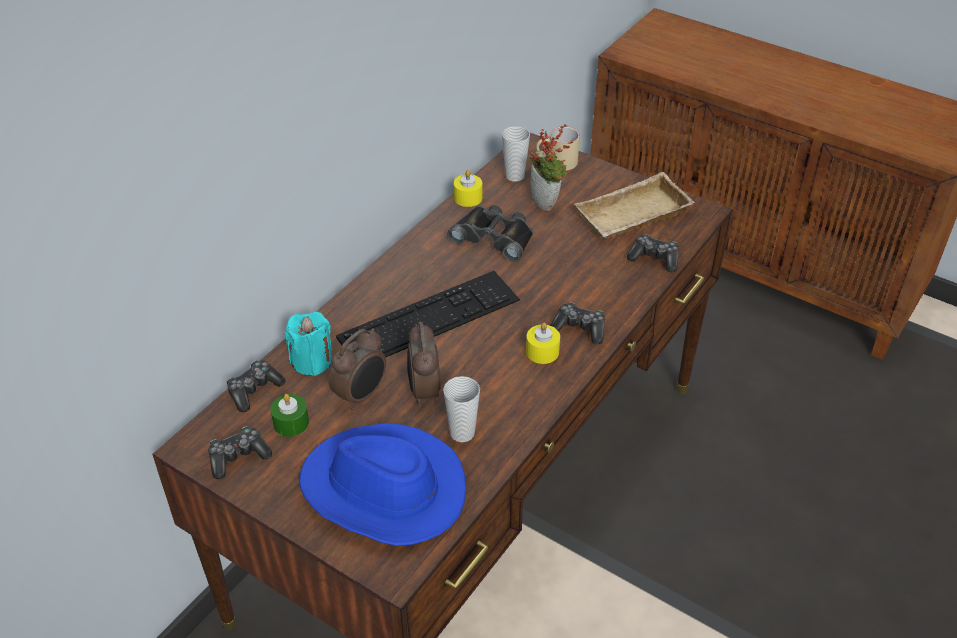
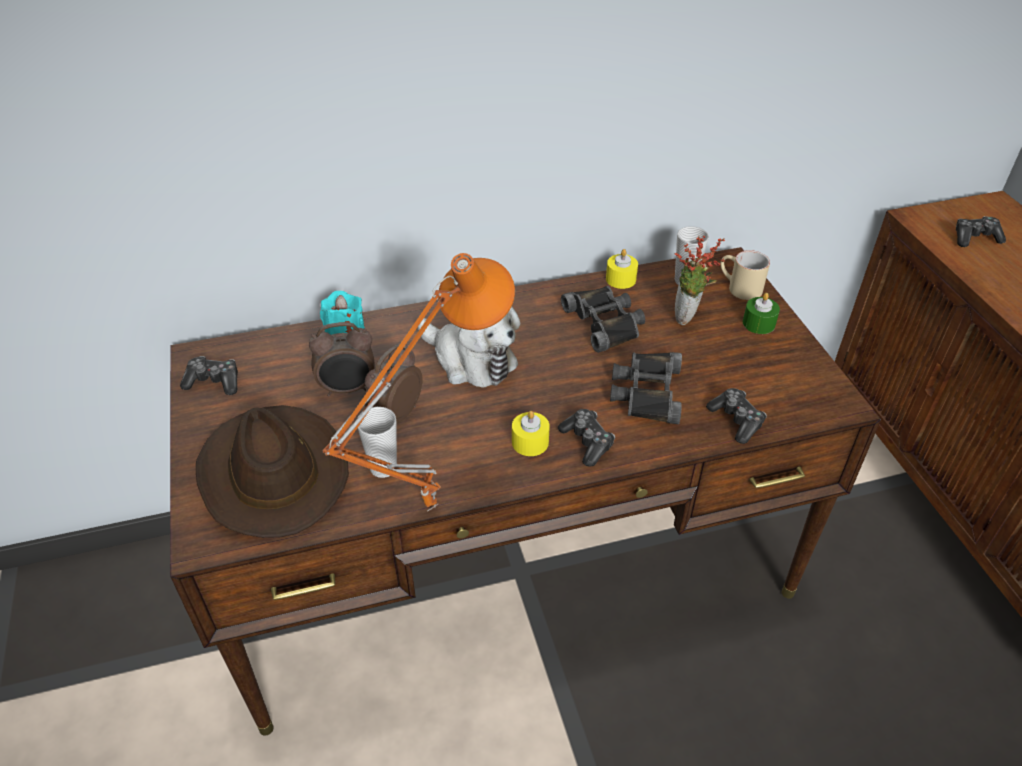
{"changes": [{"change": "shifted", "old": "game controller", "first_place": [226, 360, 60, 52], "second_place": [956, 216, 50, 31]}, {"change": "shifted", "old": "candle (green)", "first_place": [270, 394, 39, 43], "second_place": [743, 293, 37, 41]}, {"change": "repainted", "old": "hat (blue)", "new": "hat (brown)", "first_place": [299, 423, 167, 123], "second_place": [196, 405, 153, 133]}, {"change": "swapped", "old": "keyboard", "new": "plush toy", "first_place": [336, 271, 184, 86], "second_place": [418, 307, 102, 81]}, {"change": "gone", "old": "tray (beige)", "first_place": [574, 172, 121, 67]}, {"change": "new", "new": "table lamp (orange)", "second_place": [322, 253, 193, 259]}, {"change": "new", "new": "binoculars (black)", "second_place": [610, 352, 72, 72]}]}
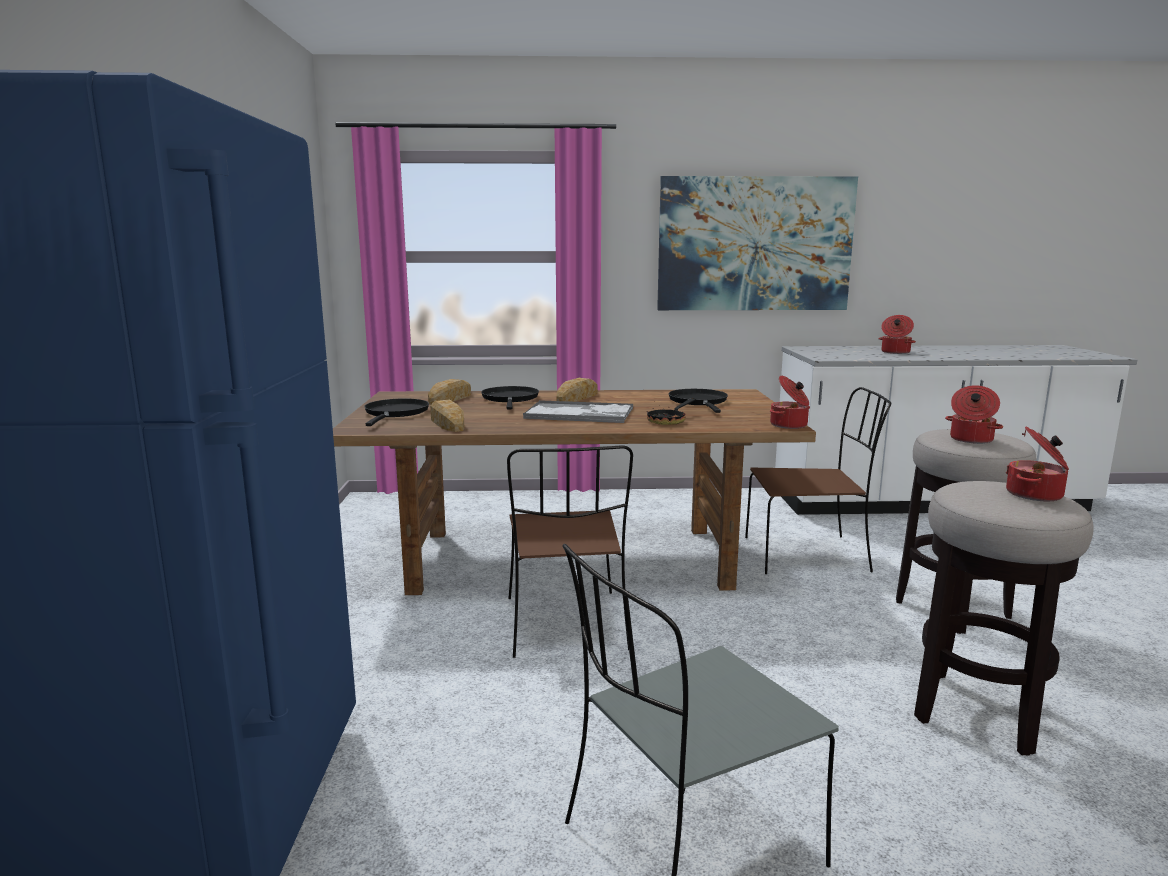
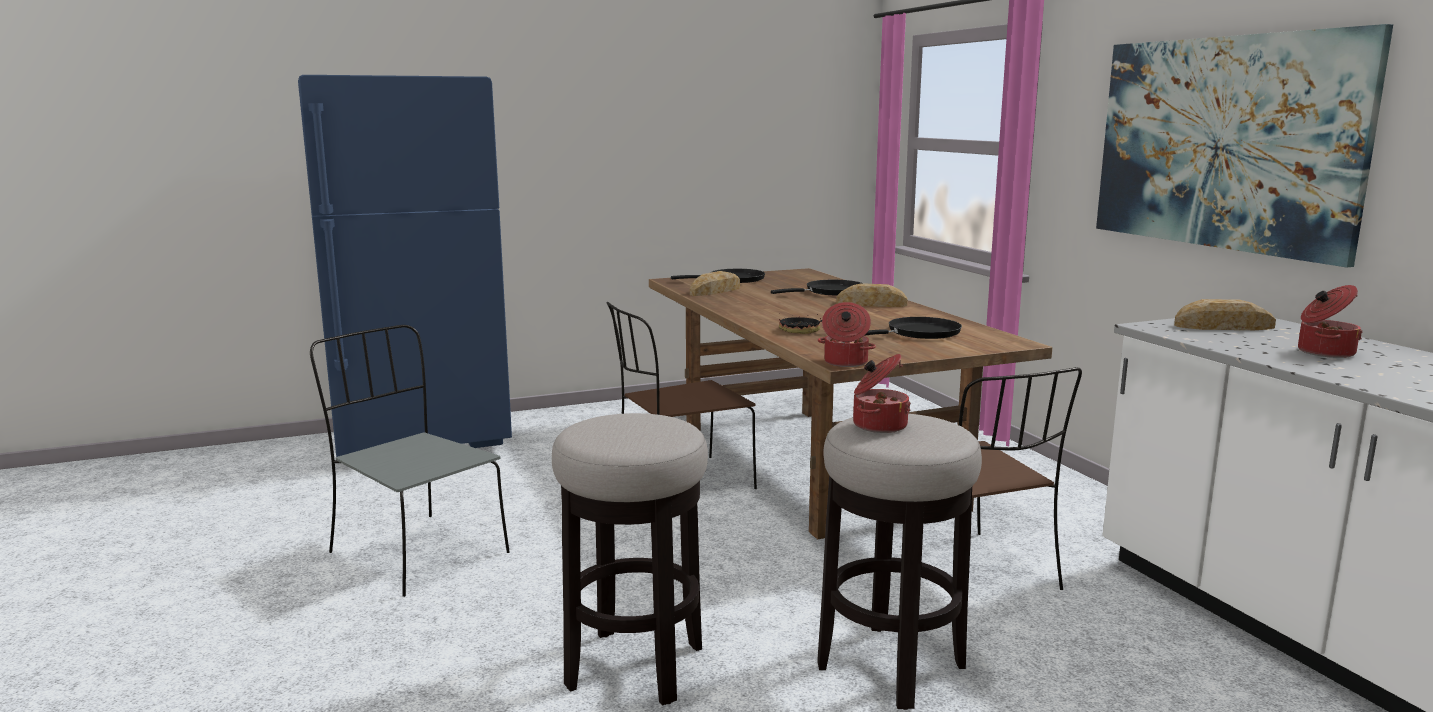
{"changes": [{"change": "shifted", "old": "bread", "first_place": [428, 379, 43, 26], "second_place": [1174, 299, 102, 31]}, {"change": "gone", "old": "tray", "first_place": [523, 400, 110, 23]}, {"change": "gone", "old": "cooking pot", "first_place": [1006, 427, 63, 74]}]}
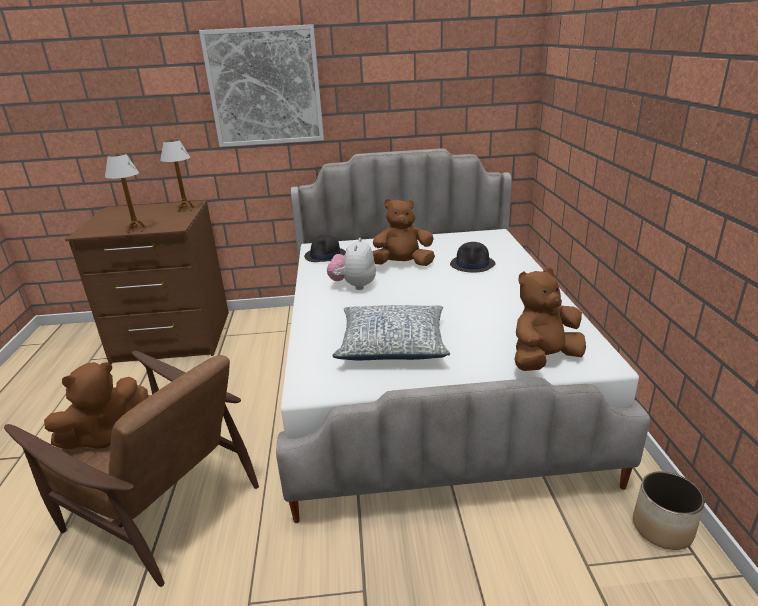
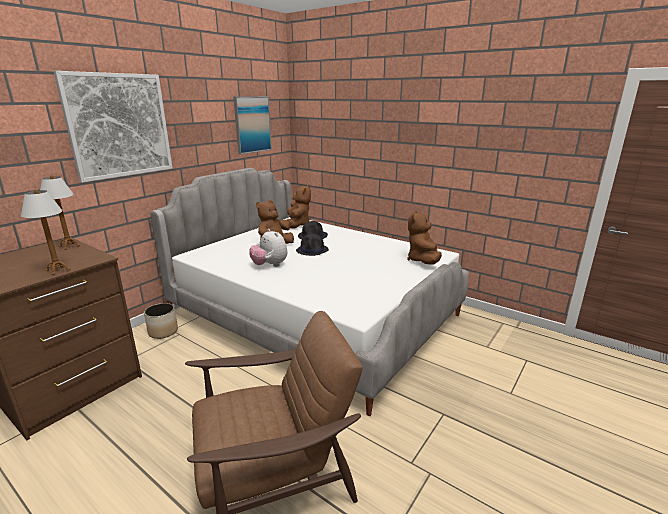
{"changes": [{"change": "shifted", "old": "plush toy (brown)", "first_place": [44, 362, 104, 87], "second_place": [287, 185, 24, 44]}, {"change": "shifted", "old": "hat (black)", "first_place": [304, 235, 42, 27], "second_place": [296, 234, 33, 22]}, {"change": "gone", "old": "pillow", "first_place": [332, 305, 118, 55]}, {"change": "shifted", "old": "planter", "first_place": [633, 471, 72, 79], "second_place": [144, 303, 34, 36]}, {"change": "new", "new": "picture", "second_place": [233, 96, 39, 58]}]}
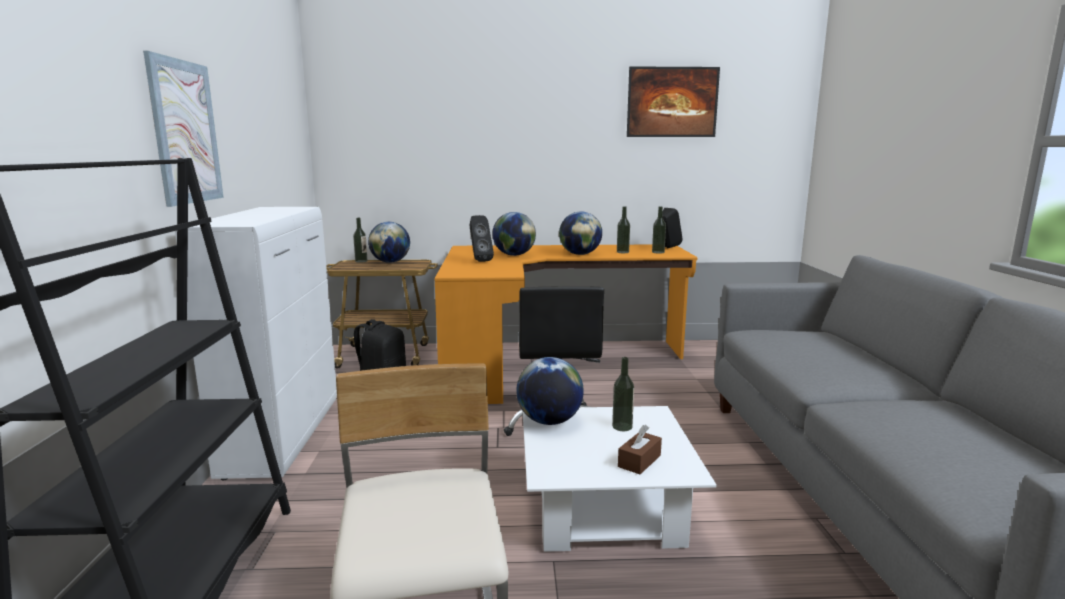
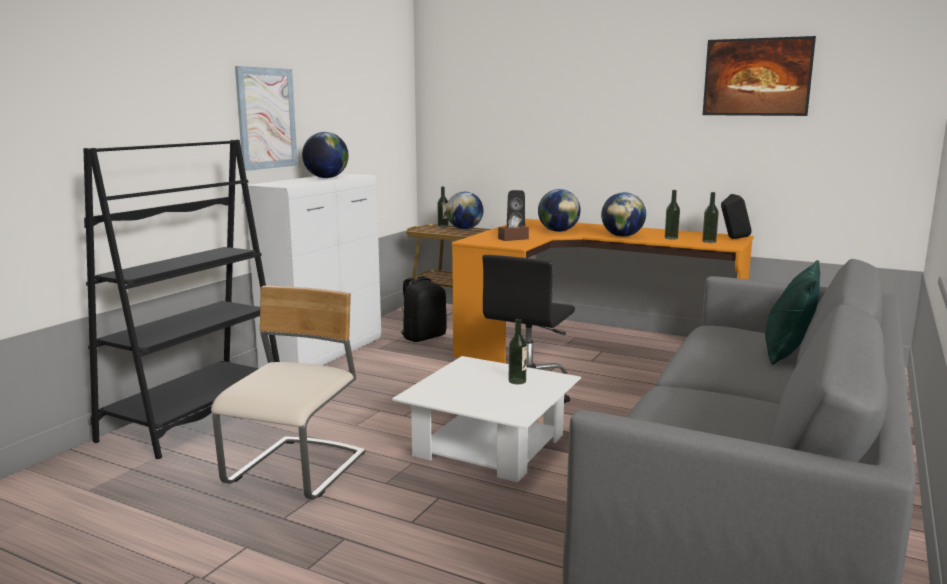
{"changes": [{"change": "shifted", "old": "globe", "first_place": [516, 357, 68, 68], "second_place": [302, 132, 47, 46]}, {"change": "shifted", "old": "tissue box (brown)", "first_place": [618, 425, 44, 49], "second_place": [498, 216, 31, 25]}, {"change": "new", "new": "pillow (green)", "second_place": [765, 260, 55, 105]}]}
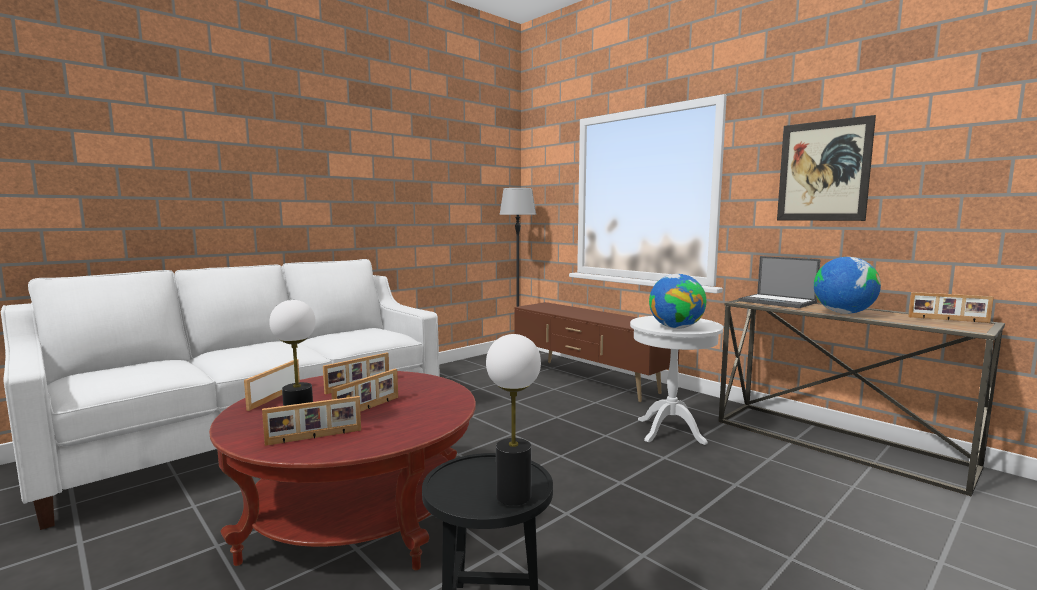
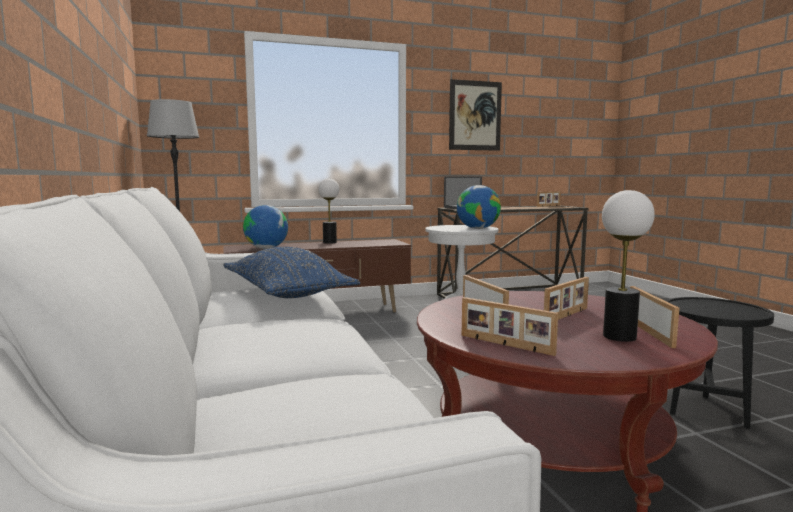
{"changes": [{"change": "rotated", "old": "picture frame", "first_place": [331, 369, 67, 43], "second_place": [544, 277, 45, 43], "degrees": 75}, {"change": "shifted", "old": "table lamp", "first_place": [486, 334, 55, 172], "second_place": [318, 178, 21, 66]}, {"change": "shifted", "old": "globe", "first_place": [814, 257, 67, 57], "second_place": [243, 205, 45, 44]}, {"change": "new", "new": "pillow (blue)", "second_place": [223, 247, 137, 51]}]}
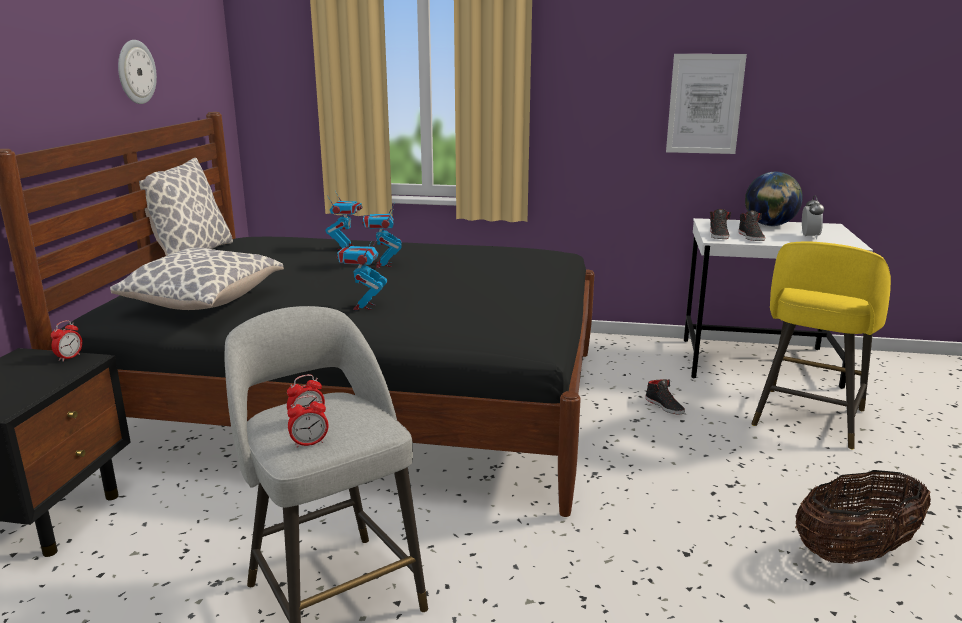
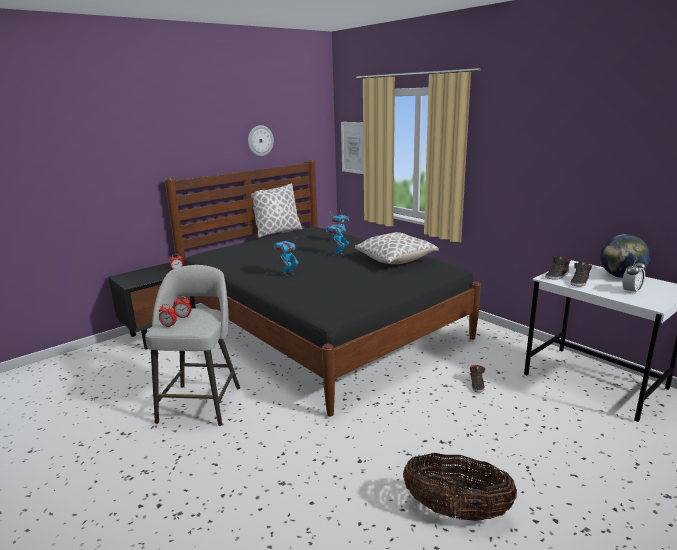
{"changes": [{"change": "shifted", "old": "pillow", "first_place": [110, 248, 174, 62], "second_place": [355, 232, 84, 32]}, {"change": "shifted", "old": "picture", "first_place": [666, 54, 81, 100], "second_place": [341, 122, 23, 52]}, {"change": "gone", "old": "stool (yellow)", "first_place": [751, 242, 140, 207]}]}
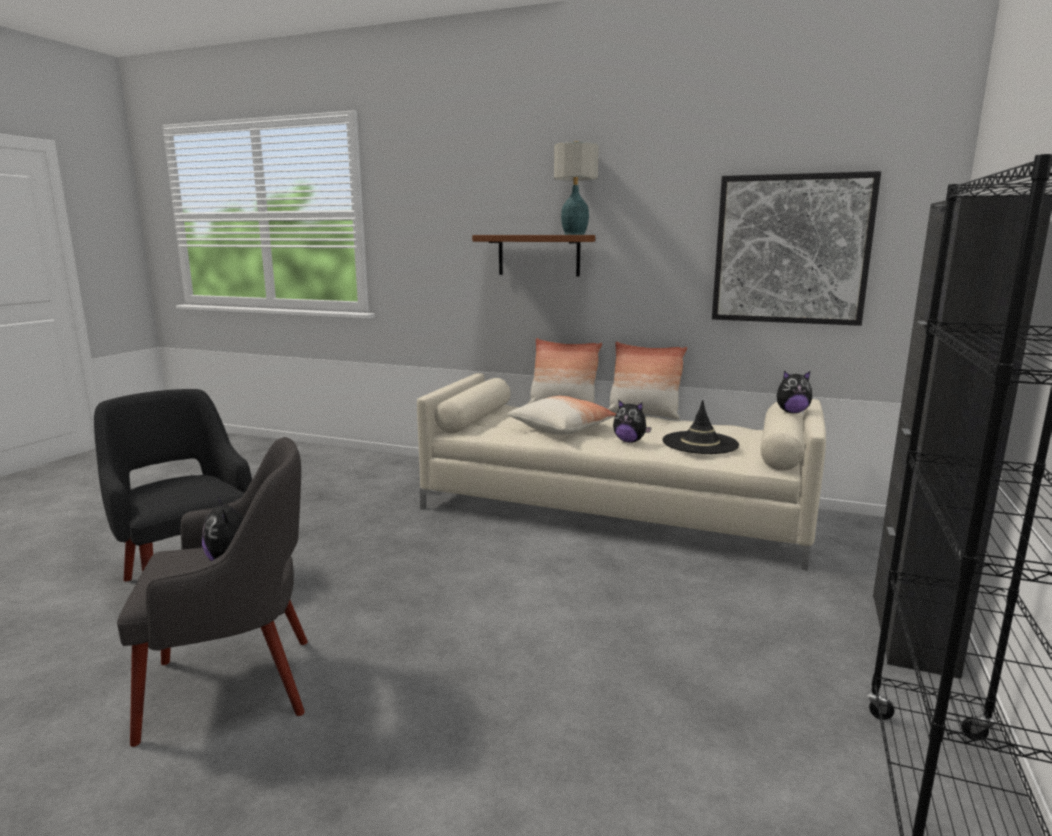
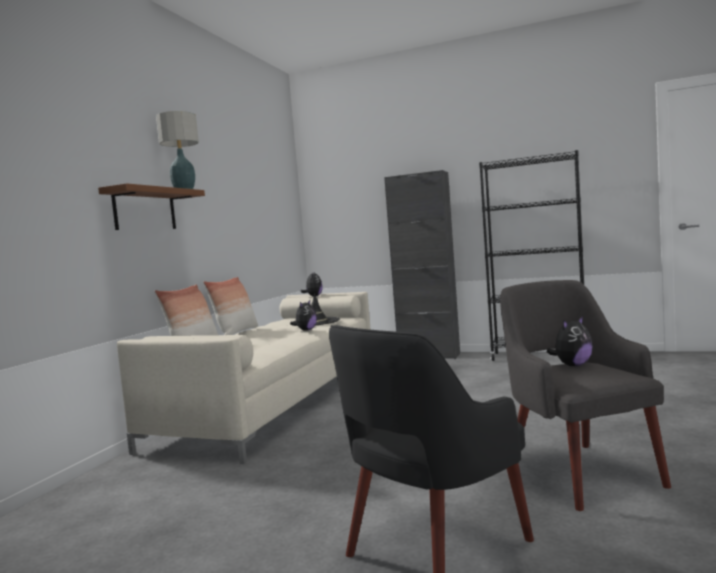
{"changes": [{"change": "gone", "old": "pillow", "first_place": [507, 396, 109, 39]}, {"change": "gone", "old": "picture", "first_place": [712, 171, 169, 155]}]}
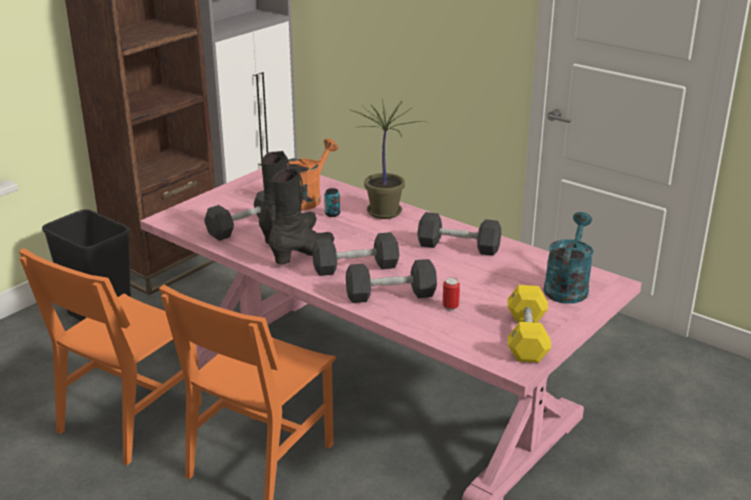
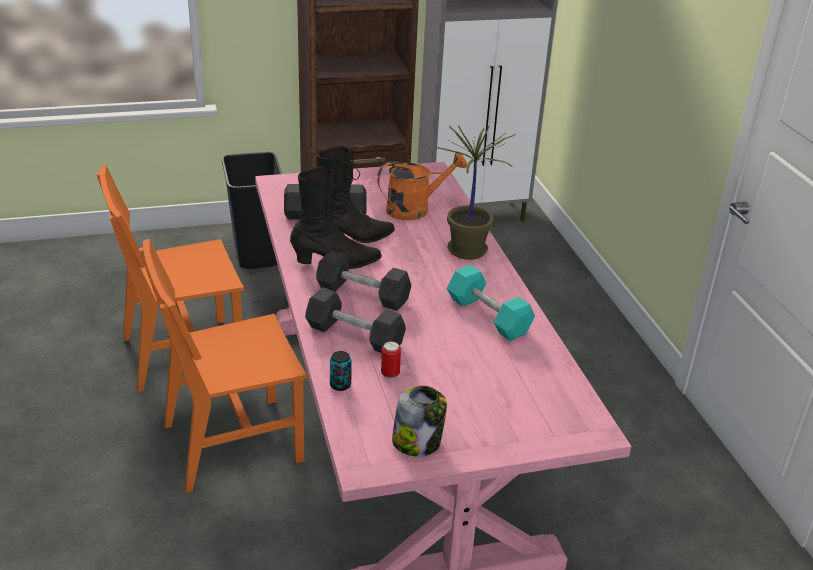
{"changes": [{"change": "shifted", "old": "can", "first_place": [324, 188, 16, 29], "second_place": [330, 351, 22, 40]}, {"change": "repainted", "old": "dumbbell (black)", "new": "dumbbell (turquoise)", "first_place": [417, 212, 84, 44], "second_place": [446, 265, 89, 76]}, {"change": "swapped", "old": "dumbbell (yellow)", "new": "jar", "first_place": [507, 285, 44, 78], "second_place": [392, 385, 55, 72]}, {"change": "gone", "old": "watering can (turquoise)", "first_place": [544, 212, 50, 92]}]}
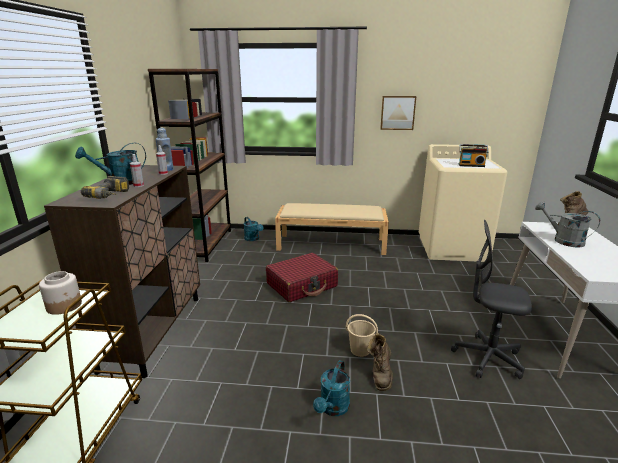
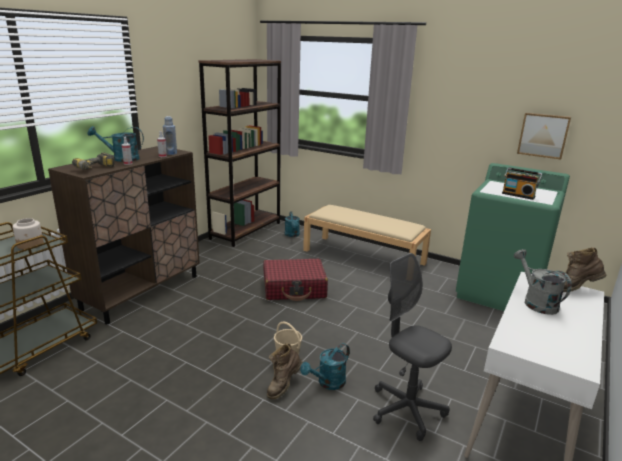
{"changes": [{"change": "shifted", "old": "watering can (turquoise)", "first_place": [313, 360, 37, 56], "second_place": [300, 343, 50, 47]}, {"change": "shifted", "old": "picture", "first_place": [380, 96, 36, 34], "second_place": [517, 113, 54, 47]}, {"change": "repainted", "old": "washing machine (beige)", "new": "washing machine (green)", "first_place": [419, 144, 88, 118], "second_place": [456, 163, 114, 148]}]}
